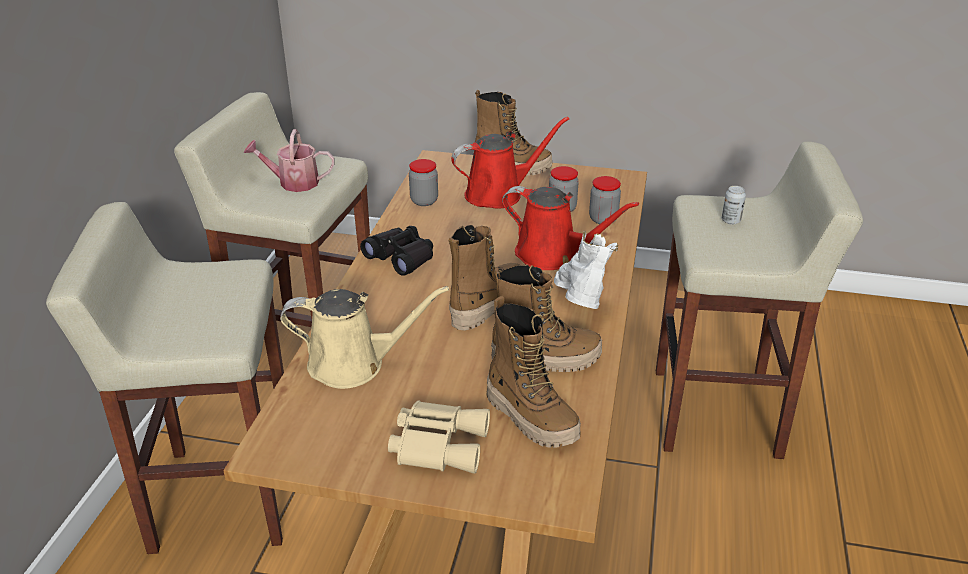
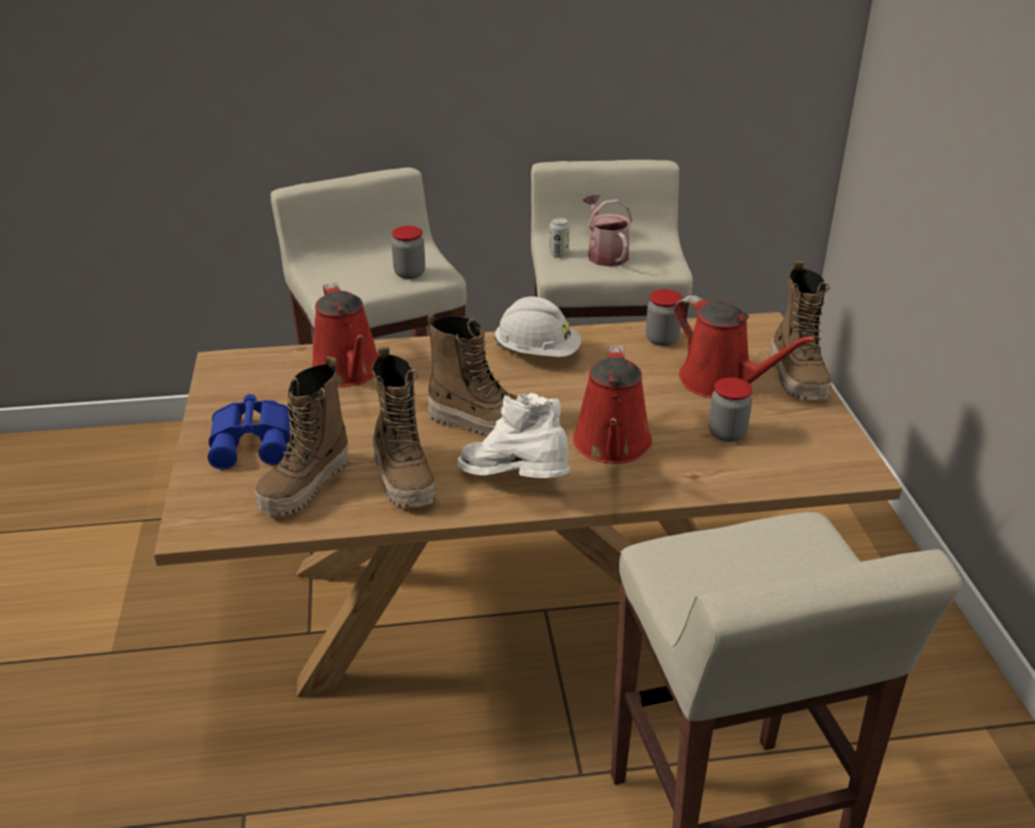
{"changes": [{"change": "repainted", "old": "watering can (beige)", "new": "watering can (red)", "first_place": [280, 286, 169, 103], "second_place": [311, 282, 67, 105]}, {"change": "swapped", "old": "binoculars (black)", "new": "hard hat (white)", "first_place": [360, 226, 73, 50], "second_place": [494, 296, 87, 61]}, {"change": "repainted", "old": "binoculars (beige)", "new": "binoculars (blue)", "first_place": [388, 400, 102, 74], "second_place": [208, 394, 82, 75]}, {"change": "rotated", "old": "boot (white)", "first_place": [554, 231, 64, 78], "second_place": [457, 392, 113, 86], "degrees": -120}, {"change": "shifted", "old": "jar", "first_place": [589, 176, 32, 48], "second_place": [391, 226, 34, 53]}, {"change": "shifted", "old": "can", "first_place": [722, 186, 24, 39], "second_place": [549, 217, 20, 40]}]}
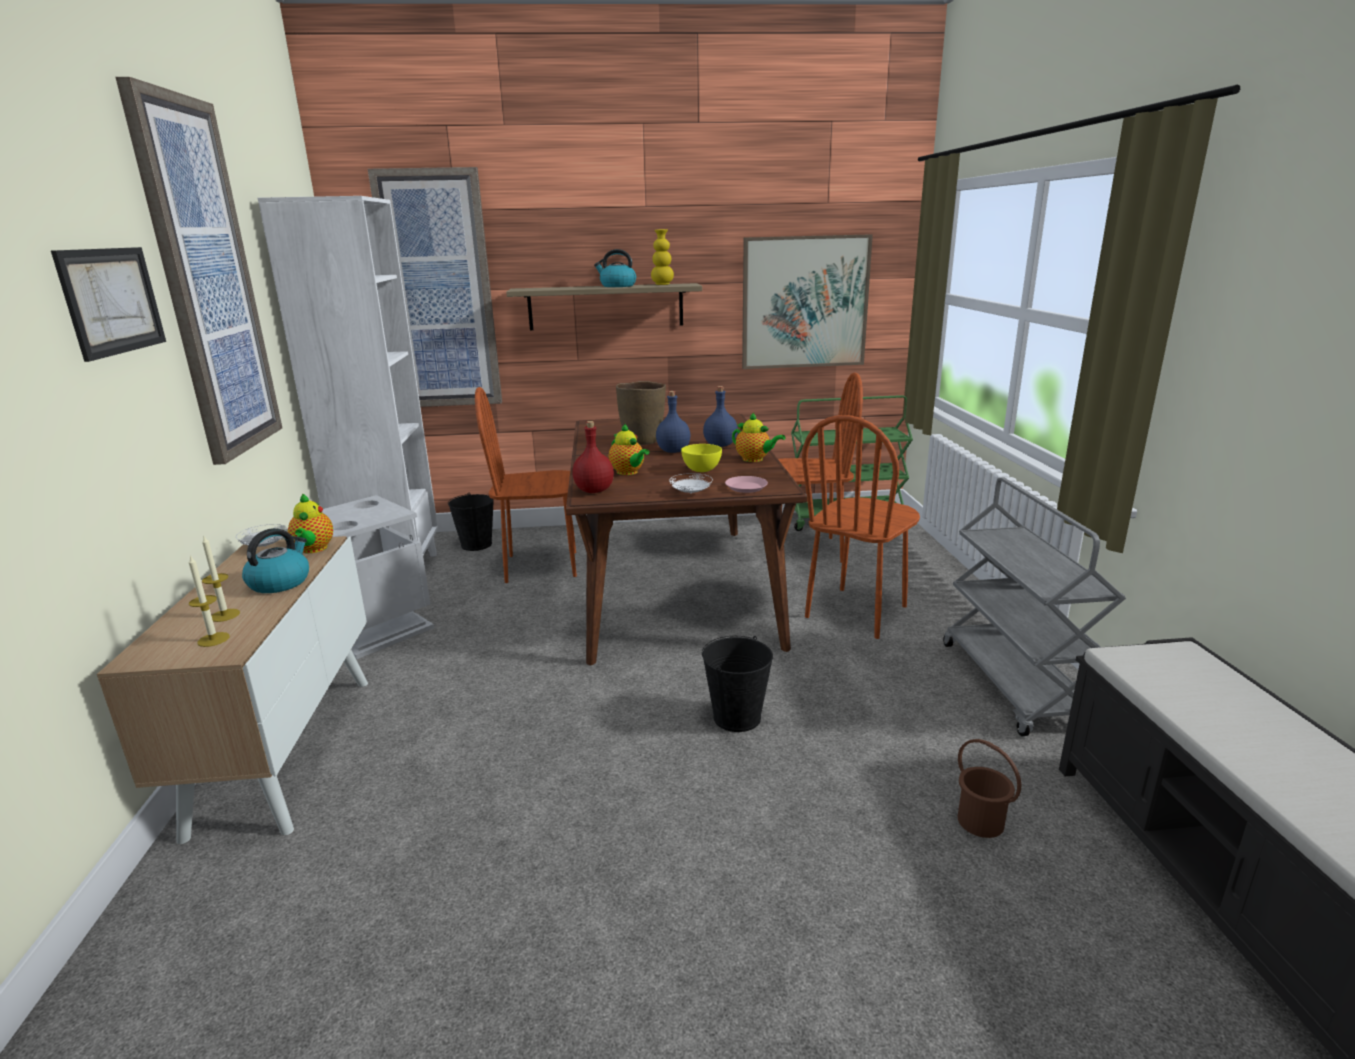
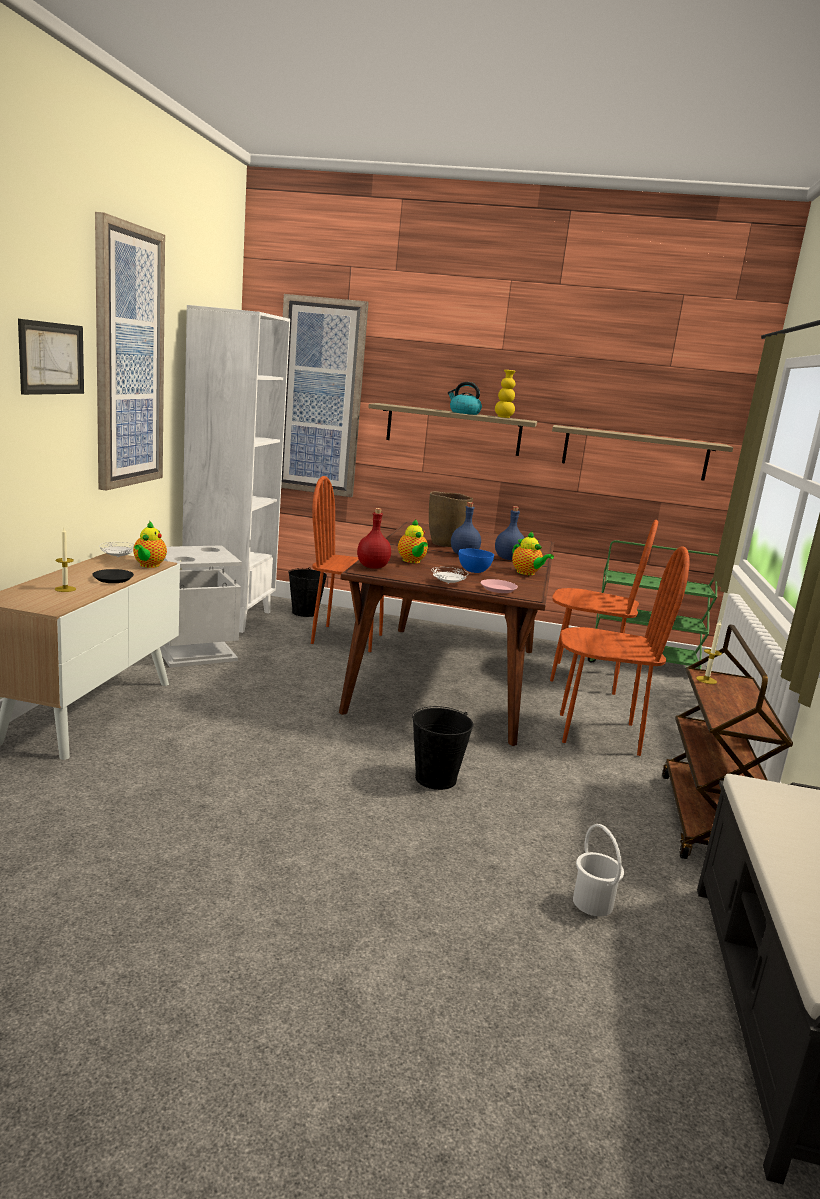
{"changes": [{"change": "shifted", "old": "candle", "first_place": [189, 555, 41, 92], "second_place": [696, 621, 26, 63]}, {"change": "swapped", "old": "kettle", "new": "plate (black)", "first_place": [242, 528, 67, 65], "second_place": [92, 569, 42, 14]}, {"change": "repainted", "old": "bowl (yellow)", "new": "bowl (blue)", "first_place": [681, 444, 41, 28], "second_place": [459, 549, 35, 24]}, {"change": "swapped", "old": "picture", "new": "shelf", "first_place": [742, 234, 131, 135], "second_place": [552, 425, 181, 55]}, {"change": "rotated", "old": "chair (brown)", "first_place": [802, 415, 118, 224], "second_place": [560, 546, 129, 210], "degrees": -135}, {"change": "repainted", "old": "cart (grey)", "new": "cart (brown)", "first_place": [943, 477, 183, 259], "second_place": [662, 624, 131, 235]}, {"change": "repainted", "old": "bucket (brown)", "new": "bucket (white)", "first_place": [957, 739, 64, 99], "second_place": [573, 824, 51, 93]}]}
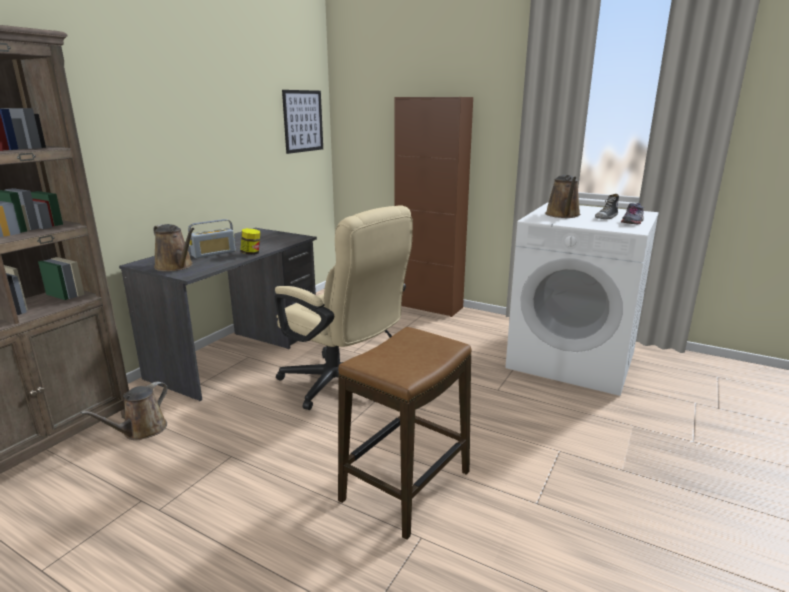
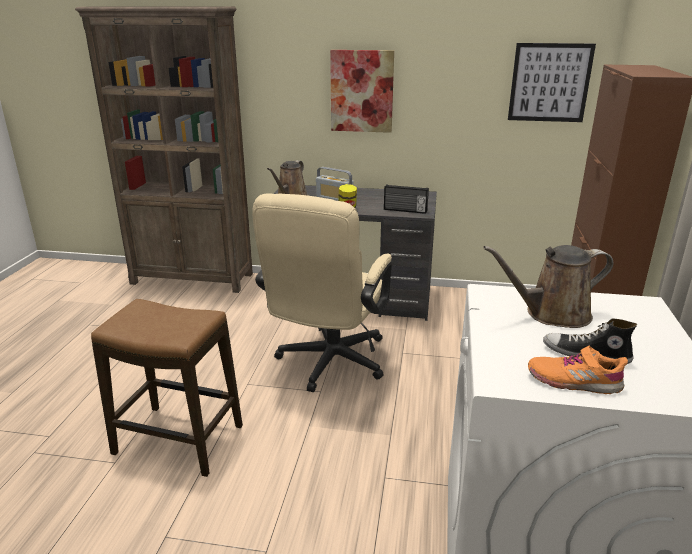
{"changes": [{"change": "gone", "old": "watering can (brown)", "first_place": [80, 382, 87, 58]}, {"change": "repainted", "old": "shoe (grey)", "new": "shoe (orange)", "first_place": [621, 203, 23, 21], "second_place": [528, 346, 100, 48]}, {"change": "new", "new": "picture", "second_place": [330, 50, 64, 83]}, {"change": "new", "new": "radio", "second_place": [384, 184, 45, 30]}]}
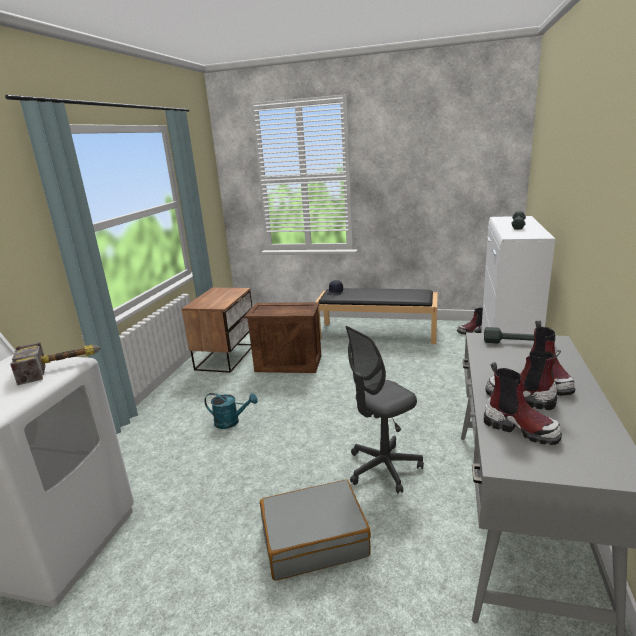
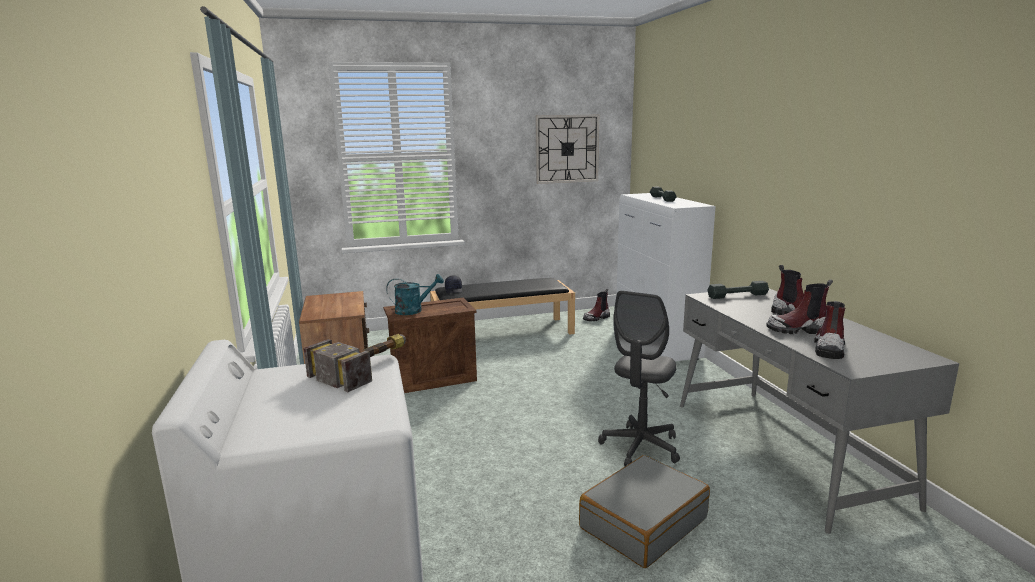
{"changes": [{"change": "shifted", "old": "watering can (turquoise)", "first_place": [204, 393, 54, 36], "second_place": [386, 274, 58, 41]}, {"change": "rotated", "old": "boot", "first_place": [484, 362, 78, 83], "second_place": [814, 301, 31, 58], "degrees": -75}, {"change": "new", "new": "wall clock", "second_place": [536, 114, 63, 70]}]}
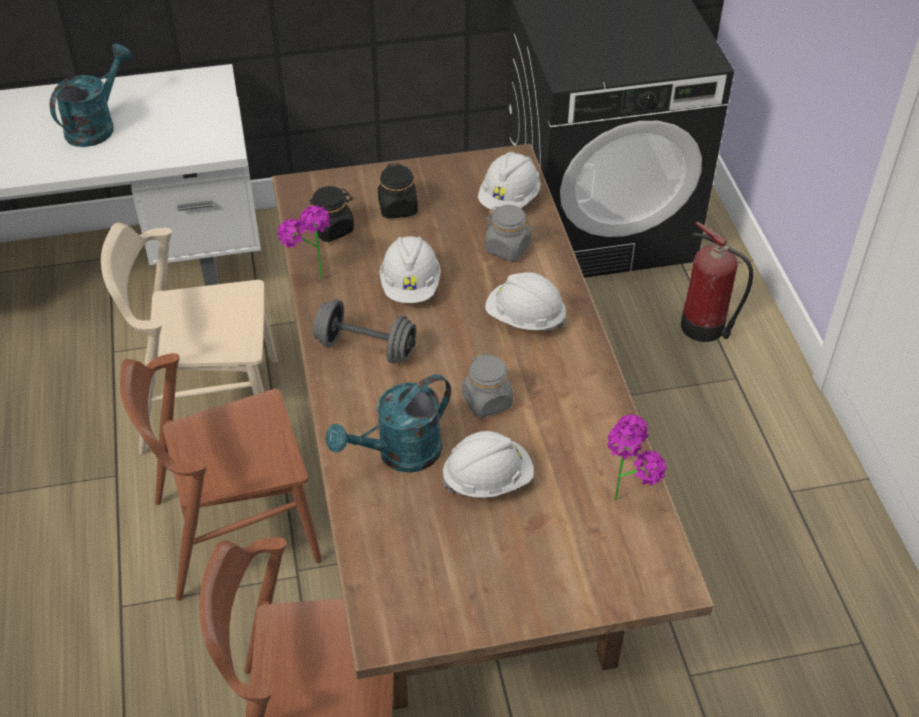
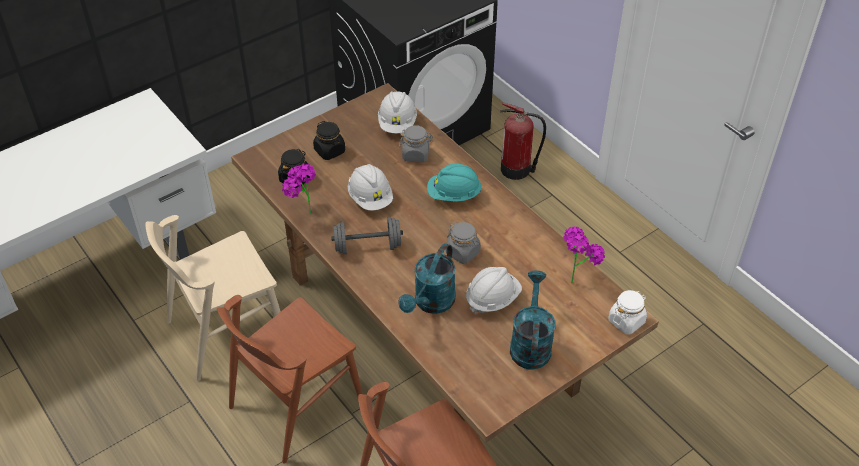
{"changes": [{"change": "shifted", "old": "watering can (turquoise)", "first_place": [50, 44, 82, 103], "second_place": [510, 271, 46, 99]}, {"change": "repainted", "old": "hard hat (white)", "new": "hard hat (turquoise)", "first_place": [485, 272, 82, 59], "second_place": [427, 164, 55, 38]}, {"change": "new", "new": "jar (white)", "second_place": [609, 290, 38, 44]}]}
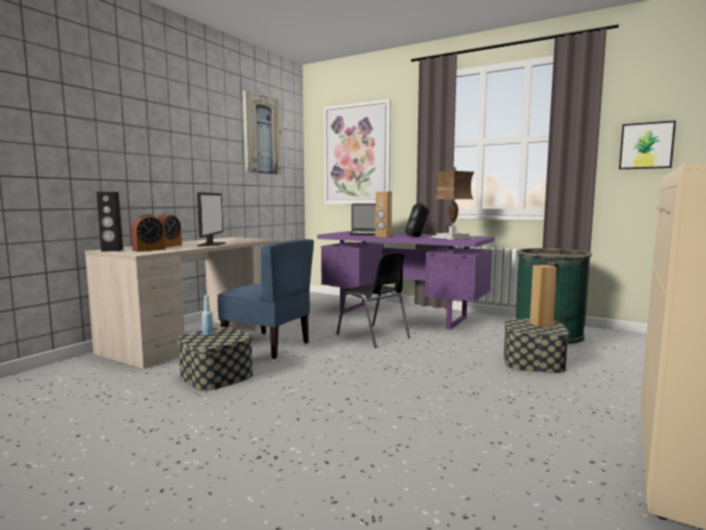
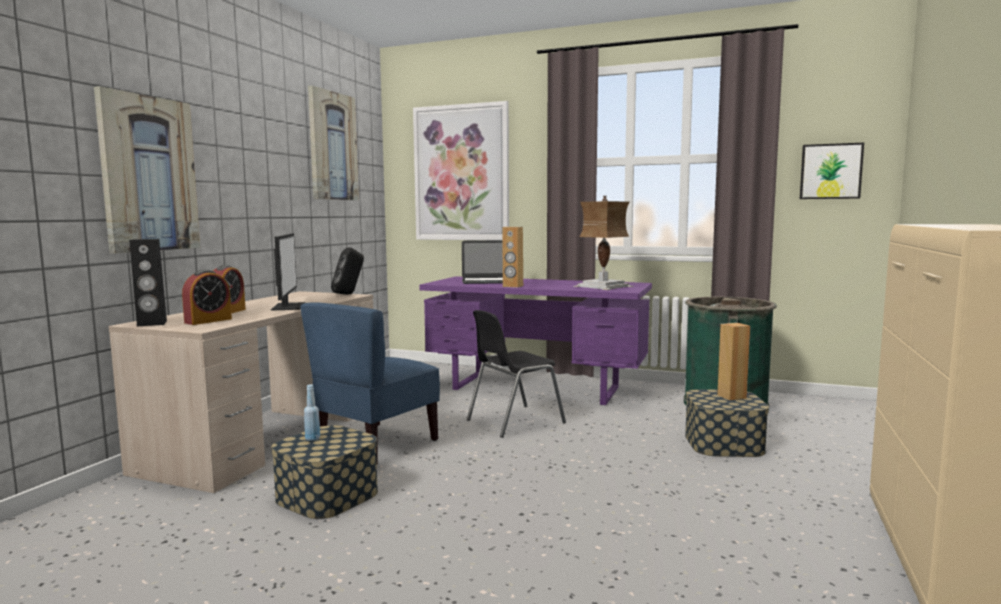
{"changes": [{"change": "rotated", "old": "chair (blue)", "first_place": [217, 239, 97, 120], "second_place": [300, 302, 140, 162], "degrees": 105}, {"change": "rotated", "old": "chair (black)", "first_place": [336, 252, 74, 96], "second_place": [467, 310, 99, 128], "degrees": 105}, {"change": "shifted", "old": "speaker (black)", "first_place": [405, 203, 24, 34], "second_place": [331, 247, 33, 48]}, {"change": "new", "new": "picture", "second_place": [94, 86, 106, 167]}]}
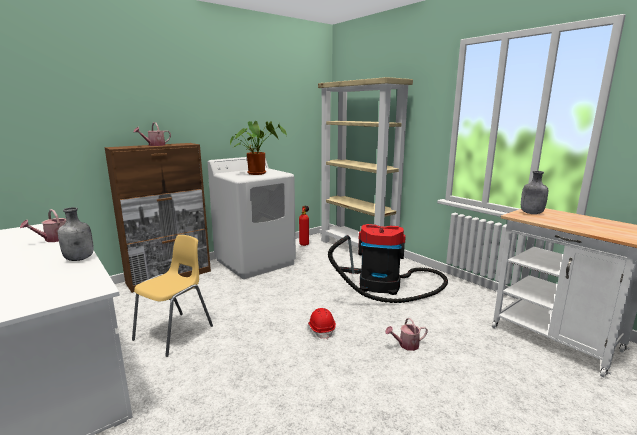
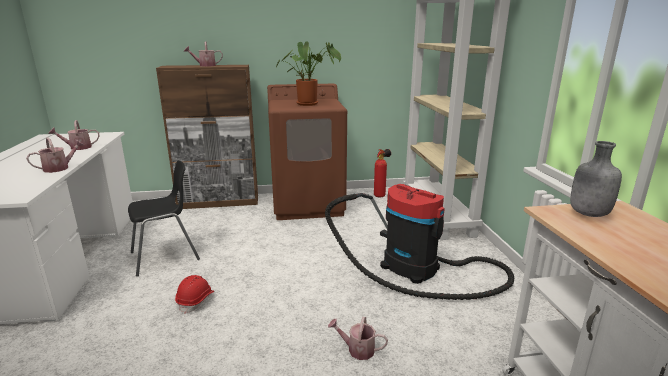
{"changes": [{"change": "swapped", "old": "bottle (grey)", "new": "watering can", "first_place": [58, 207, 36, 54], "second_place": [26, 137, 58, 36]}, {"change": "repainted", "old": "chair (yellow)", "new": "chair (black)", "first_place": [132, 235, 81, 122], "second_place": [128, 160, 72, 116]}, {"change": "repainted", "old": "washing machine (white)", "new": "washing machine (brown)", "first_place": [207, 157, 89, 122], "second_place": [267, 84, 80, 136]}, {"change": "shifted", "old": "hard hat (red)", "first_place": [308, 308, 28, 32], "second_place": [175, 275, 39, 39]}]}
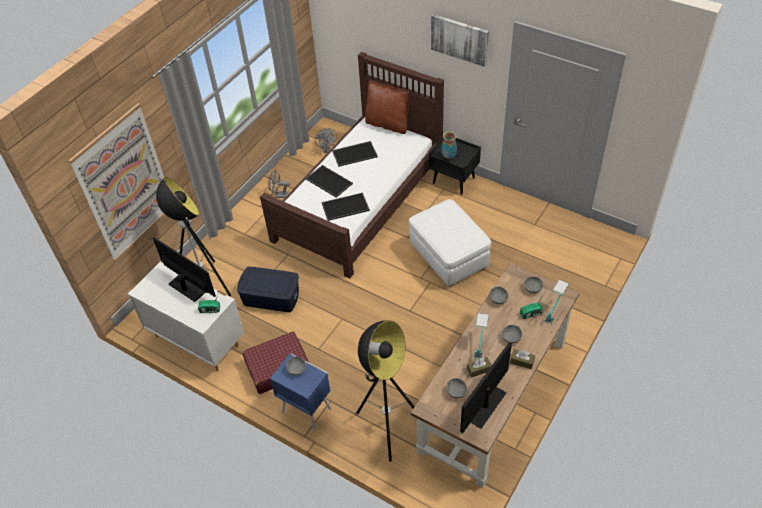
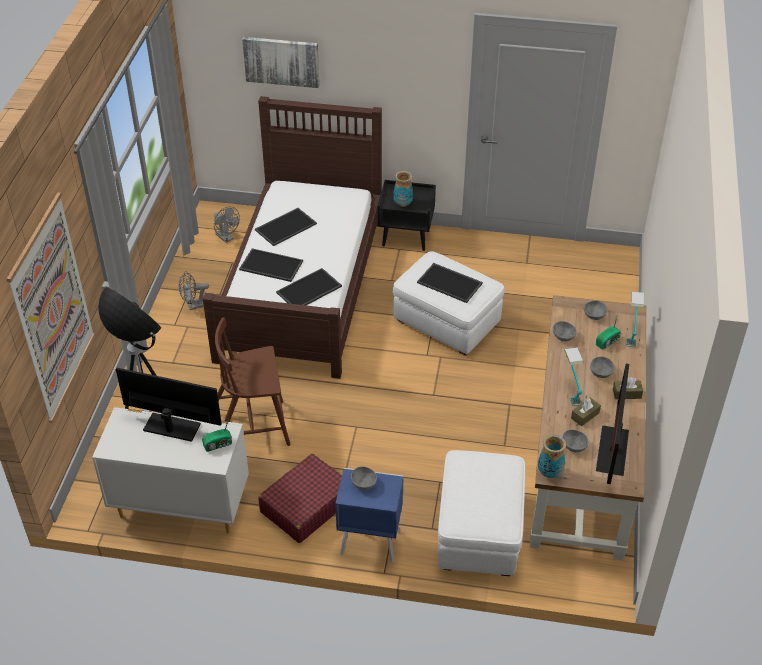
{"changes": [{"change": "swapped", "old": "storage box (blue)", "new": "chair (brown)", "first_place": [237, 267, 62, 45], "second_place": [215, 317, 76, 129]}, {"change": "swapped", "old": "floor lamp", "new": "ottoman (white)", "first_place": [356, 320, 59, 142], "second_place": [438, 450, 87, 126]}, {"change": "gone", "old": "pillow (brown)", "first_place": [365, 80, 46, 54]}, {"change": "shifted", "old": "picture", "first_place": [431, 14, 58, 53], "second_place": [242, 37, 78, 51]}, {"change": "new", "new": "tray", "second_place": [417, 263, 66, 40]}, {"change": "new", "new": "vase", "second_place": [538, 435, 28, 43]}]}
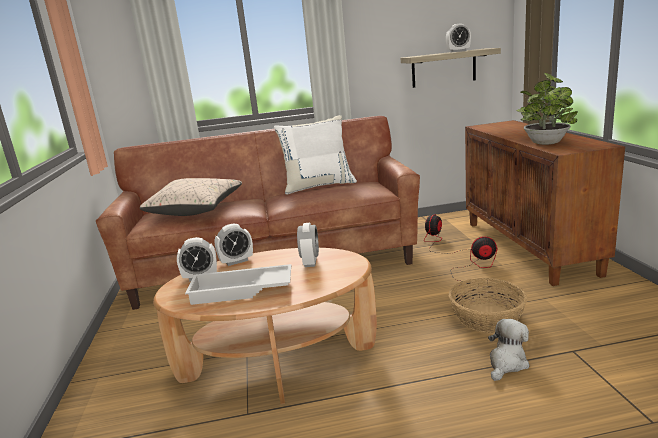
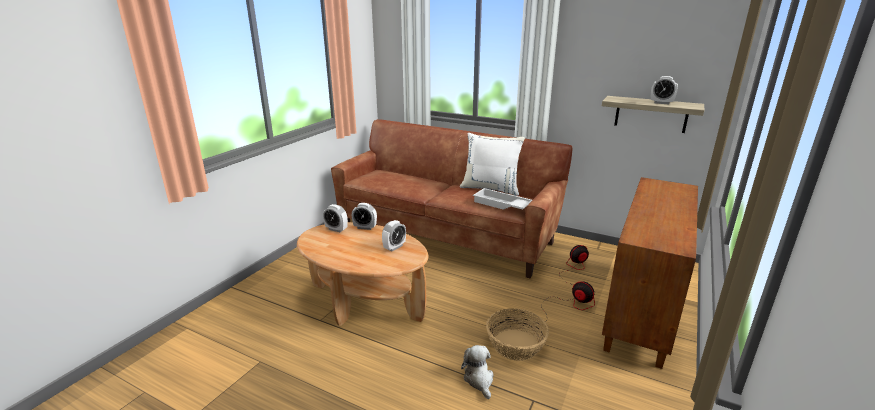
{"changes": [{"change": "gone", "old": "pillow (beige)", "first_place": [140, 178, 102, 38]}, {"change": "shifted", "old": "tray (white)", "first_place": [185, 264, 106, 41], "second_place": [473, 188, 59, 22]}, {"change": "rotated", "old": "plush toy", "first_place": [488, 319, 41, 62], "second_place": [461, 345, 33, 55], "degrees": -90}, {"change": "gone", "old": "potted plant", "first_place": [516, 73, 62, 72]}]}
